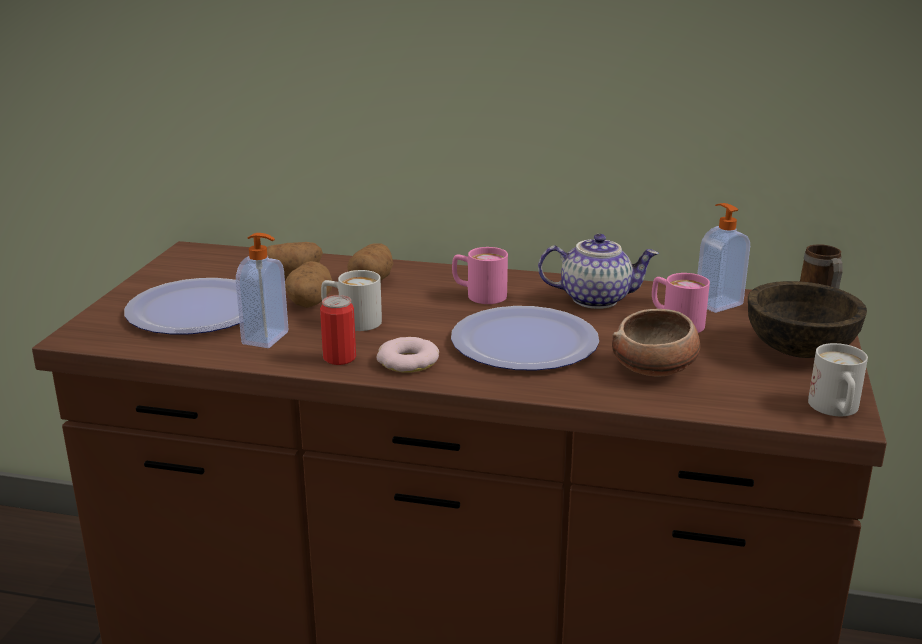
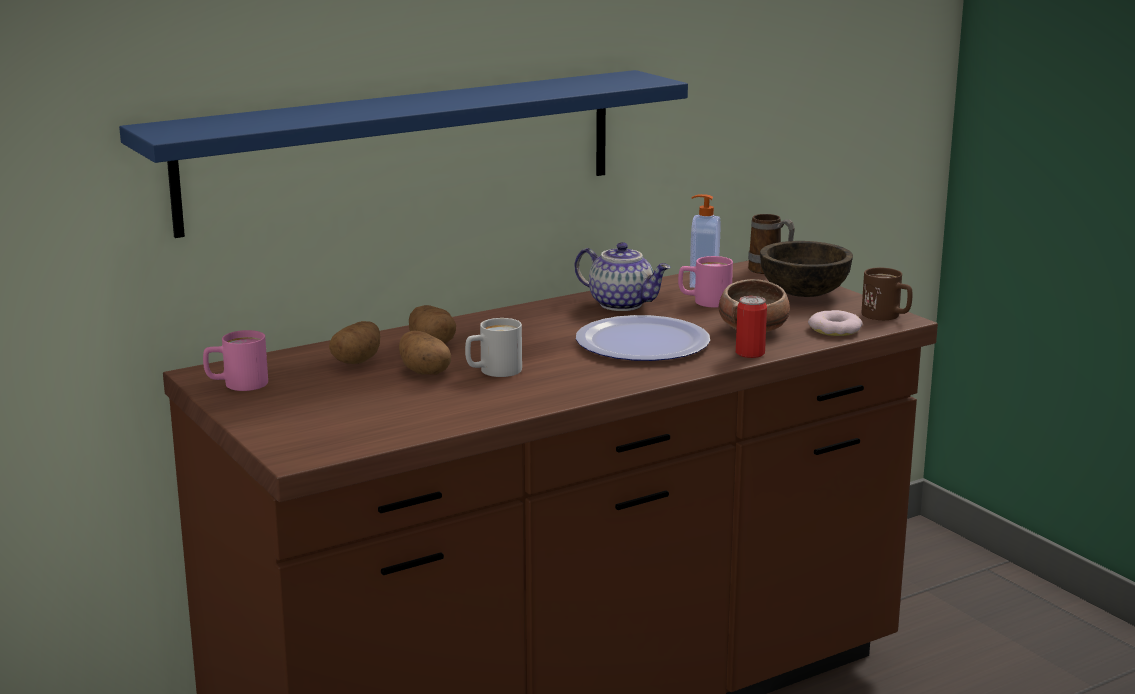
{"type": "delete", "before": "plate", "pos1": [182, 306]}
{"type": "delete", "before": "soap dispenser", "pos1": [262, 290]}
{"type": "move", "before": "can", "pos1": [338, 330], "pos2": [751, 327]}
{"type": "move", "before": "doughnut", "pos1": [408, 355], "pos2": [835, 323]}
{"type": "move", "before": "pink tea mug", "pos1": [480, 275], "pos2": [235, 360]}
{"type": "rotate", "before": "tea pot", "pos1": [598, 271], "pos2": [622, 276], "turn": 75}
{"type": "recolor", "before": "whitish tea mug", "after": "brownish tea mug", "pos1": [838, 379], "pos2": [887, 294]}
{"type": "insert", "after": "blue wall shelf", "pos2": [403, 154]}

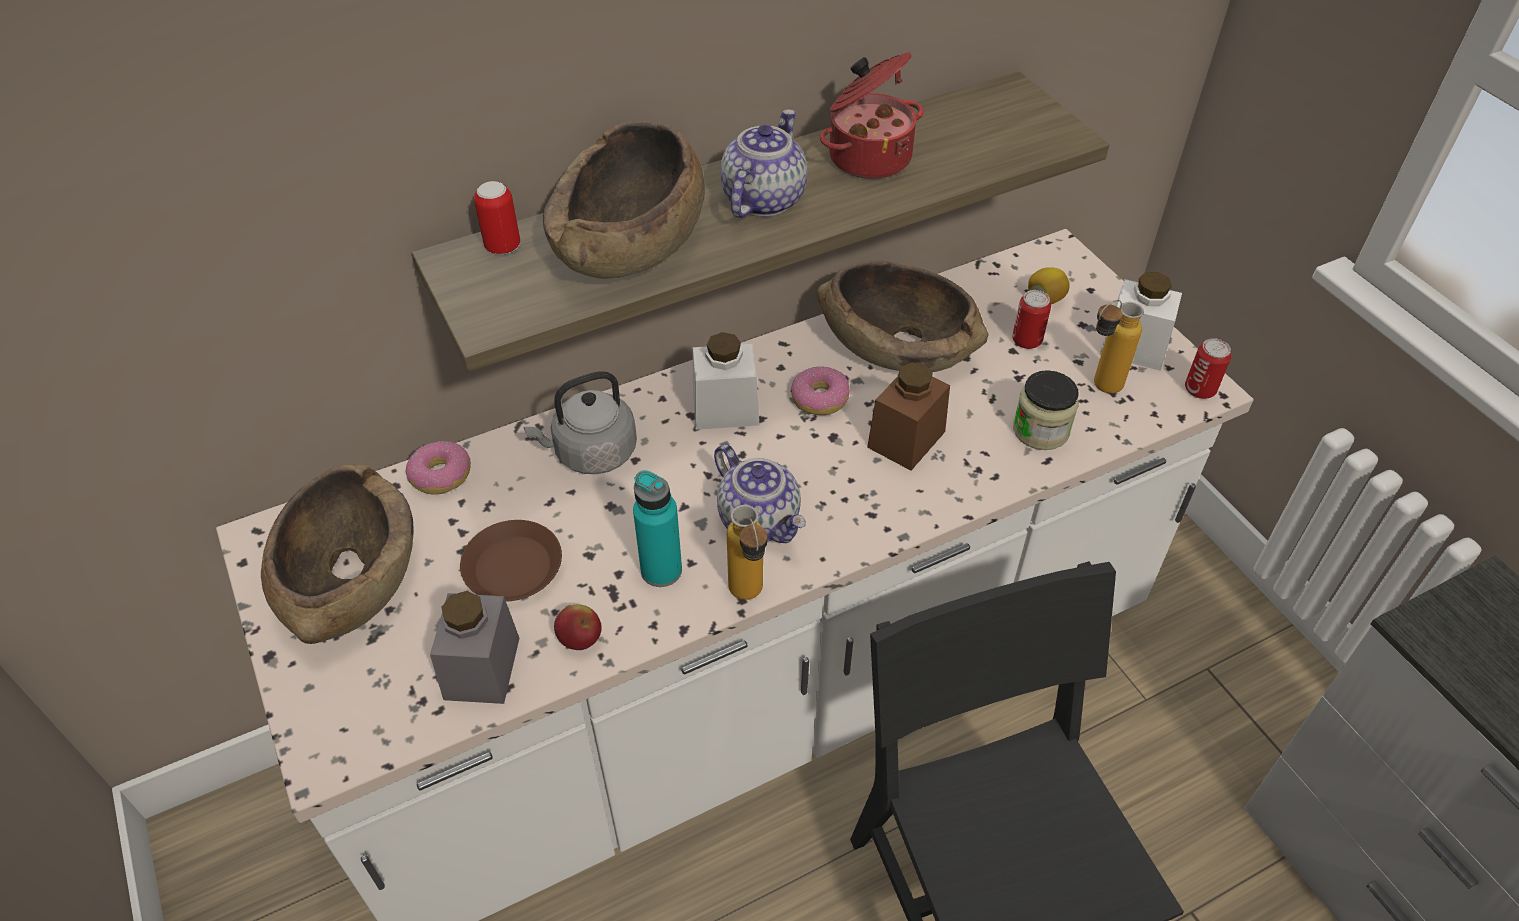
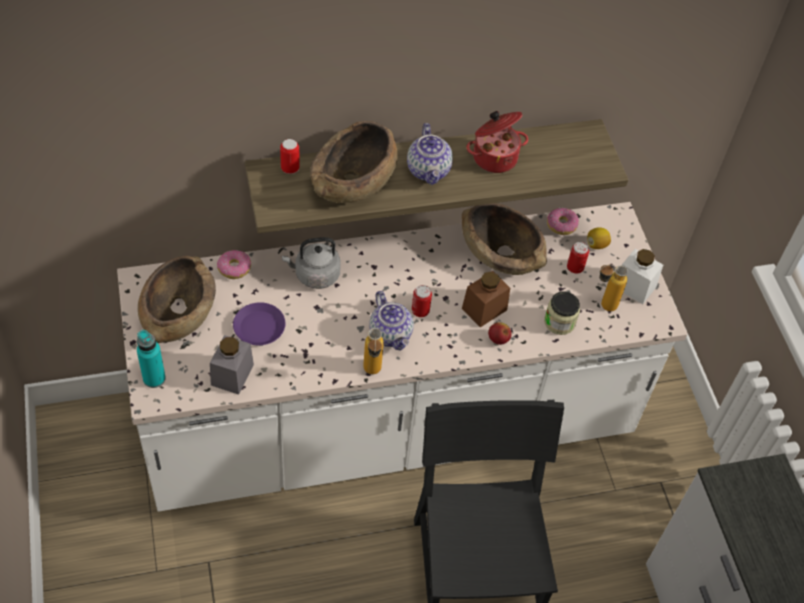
{"type": "recolor", "before": "brownish plate", "after": "purple plate", "pos1": [511, 561], "pos2": [259, 323]}
{"type": "move", "before": "apple fruit", "pos1": [578, 627], "pos2": [499, 333]}
{"type": "move", "before": "turquoise-coloured drink bottle", "pos1": [657, 528], "pos2": [151, 359]}
{"type": "delete", "before": "whitish storage jar", "pos1": [726, 381]}
{"type": "rotate", "before": "tea pot", "pos1": [763, 163], "pos2": [430, 154], "turn": 135}
{"type": "move", "before": "doughnut", "pos1": [820, 390], "pos2": [563, 221]}
{"type": "move", "before": "can", "pos1": [1208, 368], "pos2": [422, 301]}

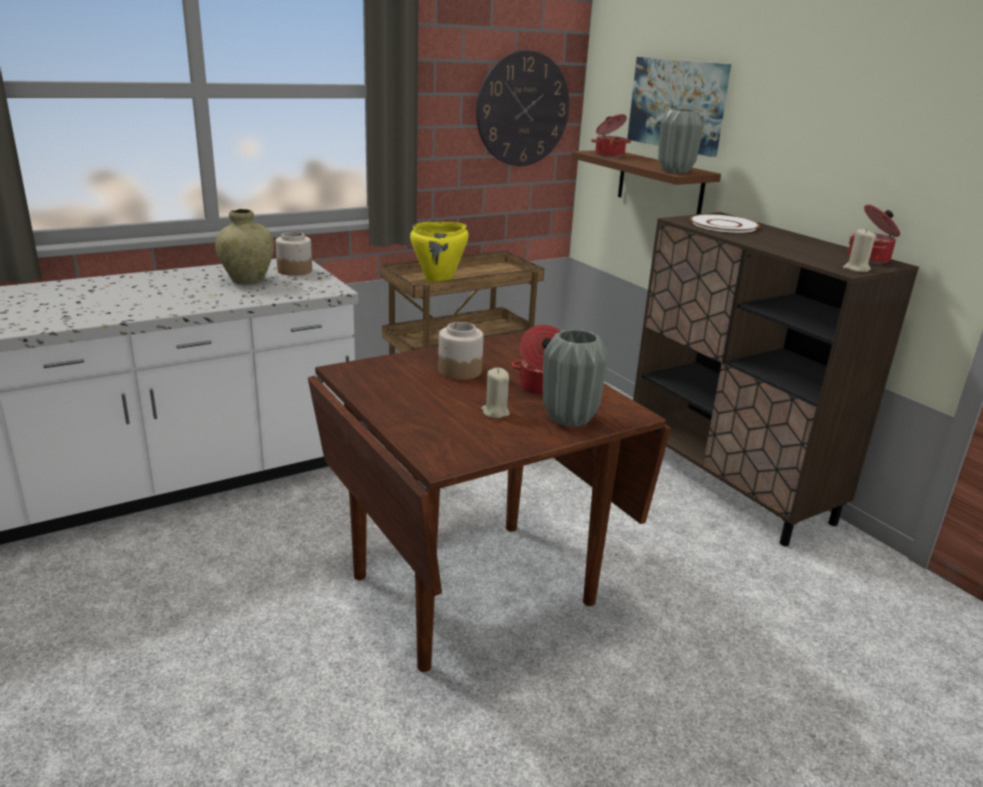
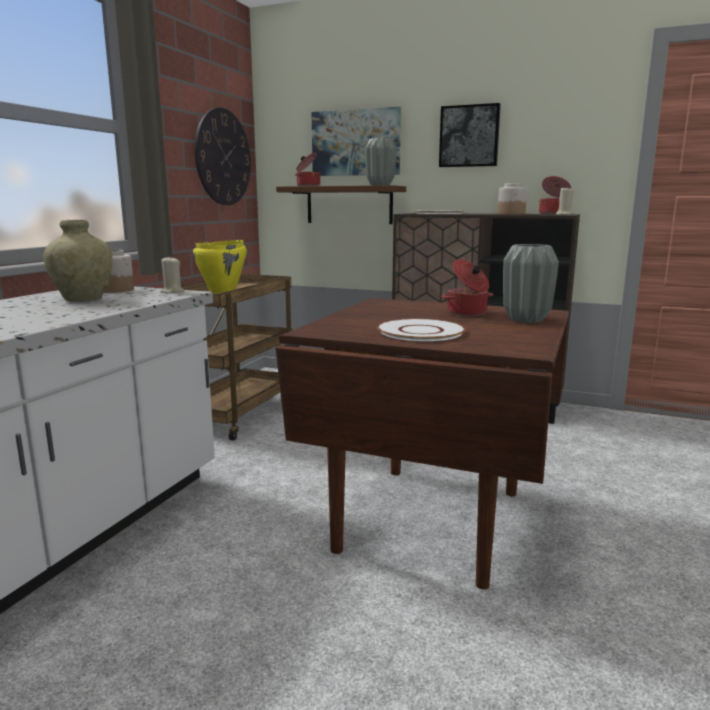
{"type": "move", "before": "storage jar", "pos1": [460, 351], "pos2": [512, 199]}
{"type": "move", "before": "beige-coloured wax candle", "pos1": [495, 393], "pos2": [172, 275]}
{"type": "insert", "after": "whitish plate", "pos2": [421, 330]}
{"type": "insert", "after": "wall art", "pos2": [470, 135]}

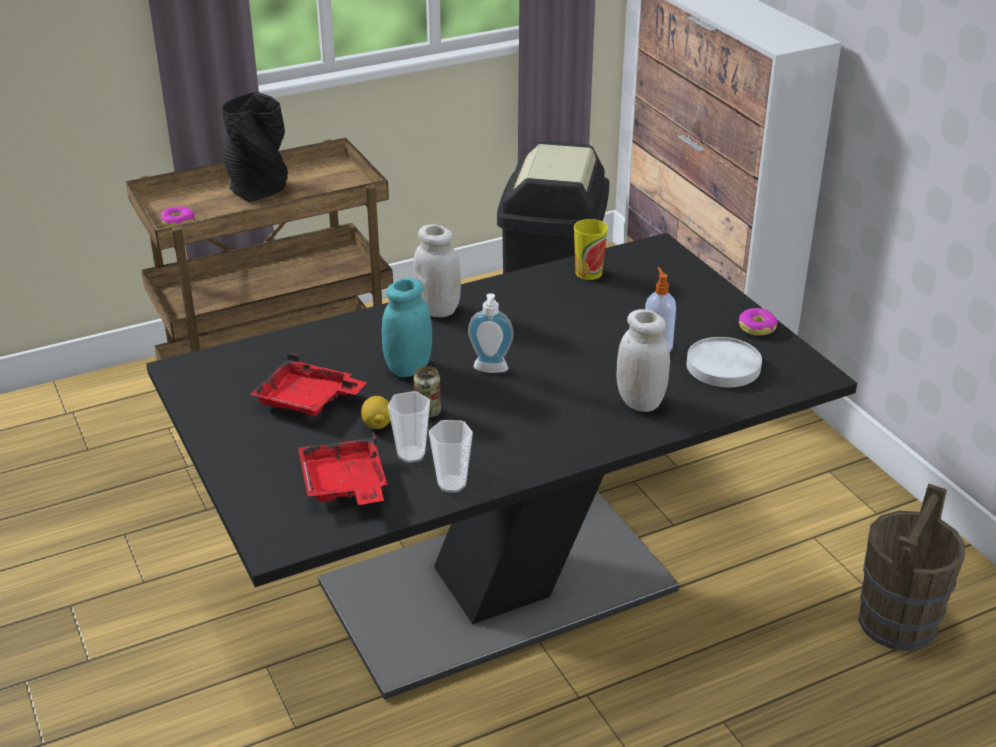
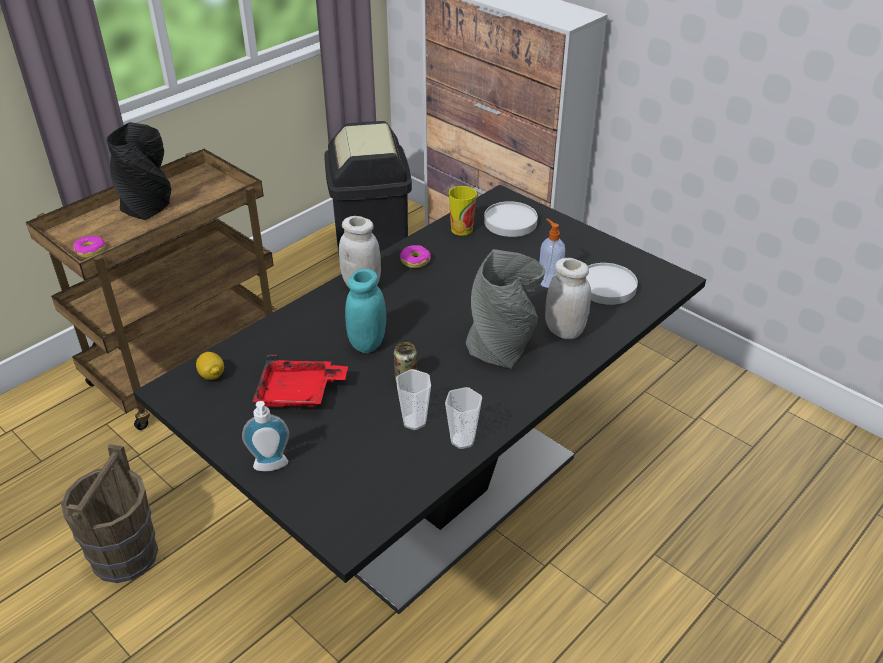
{"type": "delete", "before": "red carrying tray", "pos1": [342, 468]}
{"type": "move", "before": "whole lemon", "pos1": [376, 412], "pos2": [210, 366]}
{"type": "move", "before": "soap dispenser", "pos1": [491, 333], "pos2": [265, 436]}
{"type": "move", "before": "doughnut", "pos1": [758, 322], "pos2": [415, 256]}
{"type": "move", "before": "brownish bucket", "pos1": [912, 567], "pos2": [109, 513]}
{"type": "insert", "after": "gray flower vase", "pos2": [505, 309]}
{"type": "insert", "after": "whitish plate", "pos2": [511, 219]}

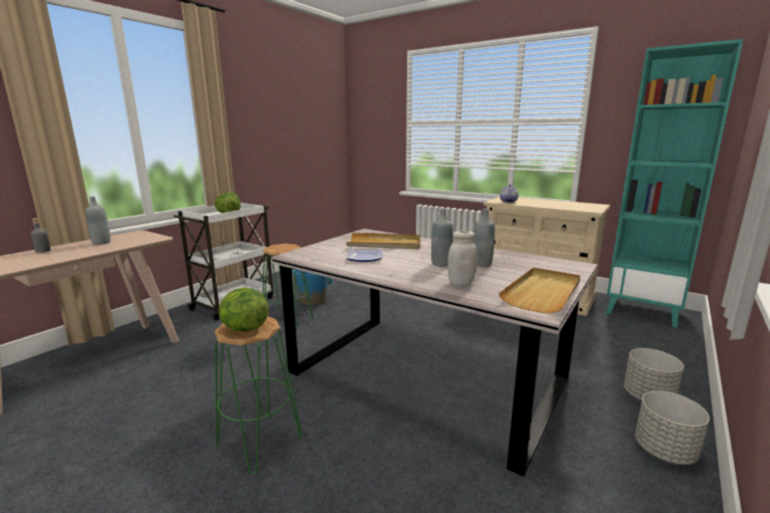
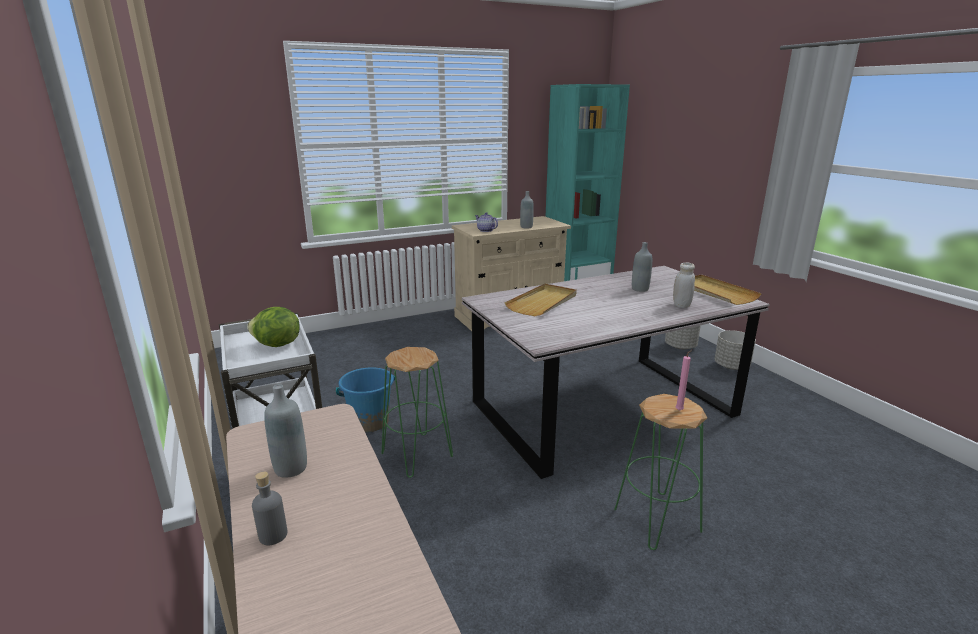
{"type": "replace", "before": "head of lettuce", "after": "pink wax candle", "pos1": [244, 309], "pos2": [683, 380]}
{"type": "delete", "before": "plate", "pos1": [364, 255]}
{"type": "move", "before": "gray drink bottle", "pos1": [442, 238], "pos2": [527, 210]}

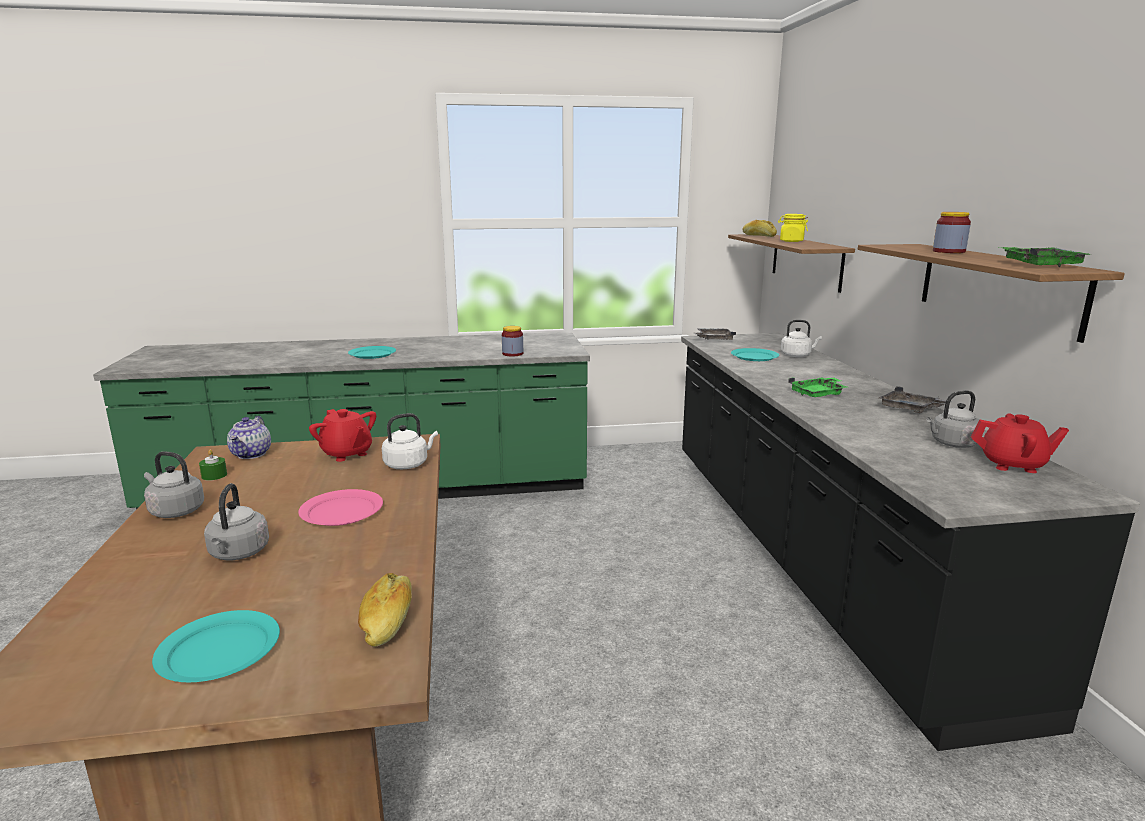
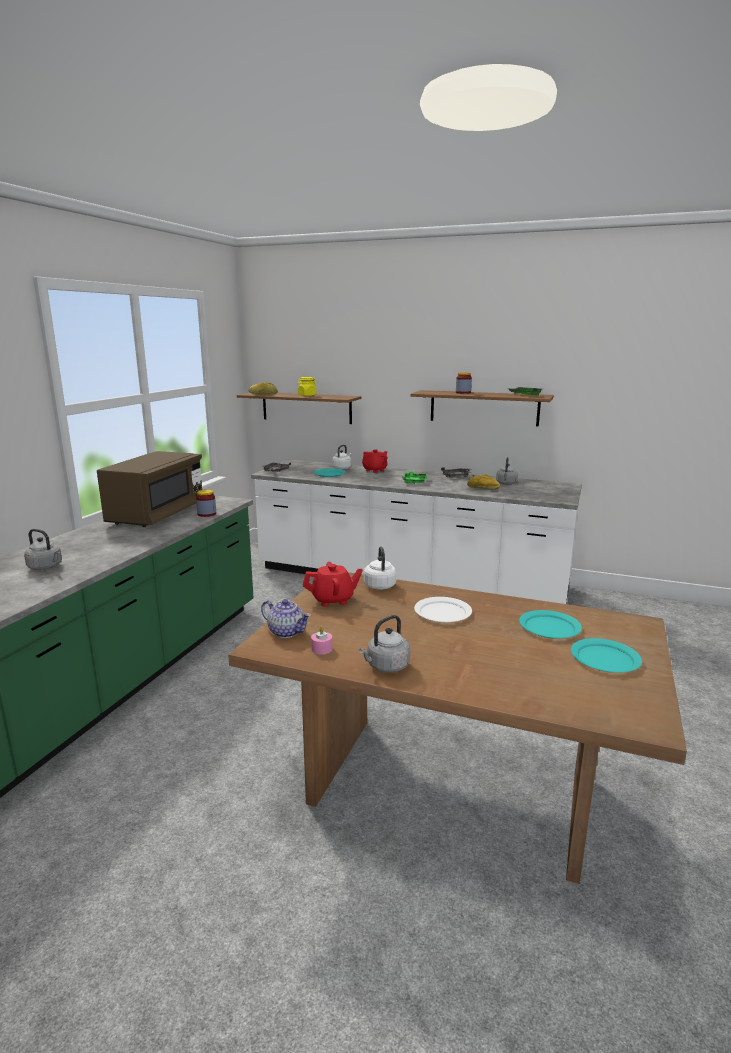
{"type": "recolor", "before": "green wax candle", "after": "pink wax candle", "pos1": [213, 465], "pos2": [321, 640]}
{"type": "move", "before": "gray tea kettle", "pos1": [236, 521], "pos2": [43, 549]}
{"type": "recolor", "before": "pink plate", "after": "whitish plate", "pos1": [340, 507], "pos2": [443, 610]}
{"type": "move", "before": "turquoise-coloured plate", "pos1": [372, 352], "pos2": [550, 624]}
{"type": "move", "before": "bread", "pos1": [385, 610], "pos2": [483, 482]}
{"type": "recolor", "before": "black kitchen counter", "after": "whitish kitchen counter", "pos1": [910, 542], "pos2": [416, 531]}
{"type": "move", "before": "red tea pot", "pos1": [1020, 443], "pos2": [374, 461]}
{"type": "insert", "after": "brownish microwave", "pos2": [149, 489]}

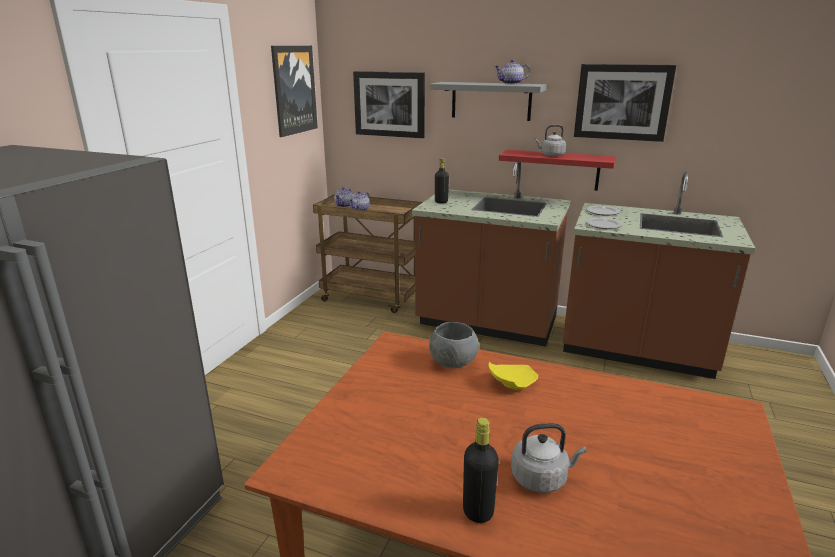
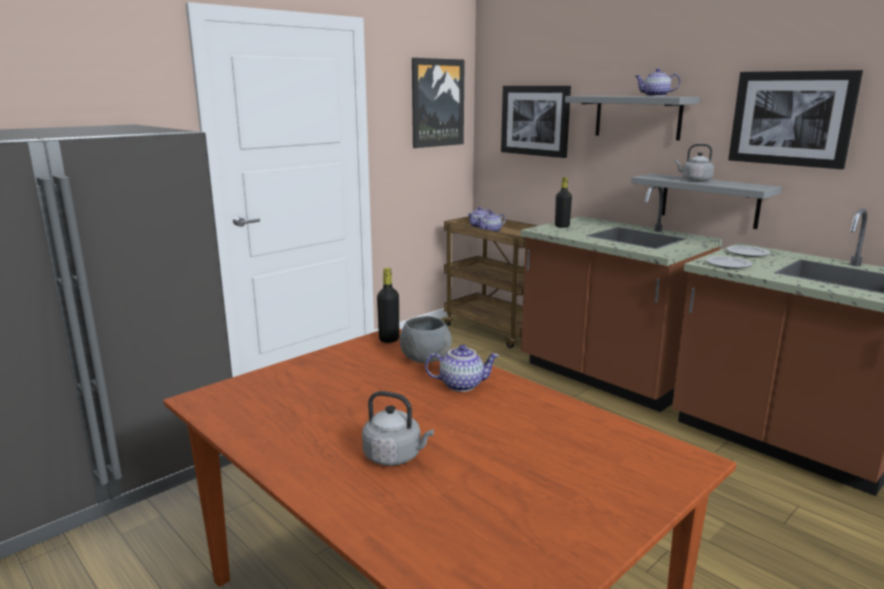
{"type": "move", "before": "black drink bottle", "pos1": [481, 470], "pos2": [388, 305]}
{"type": "replace", "before": "yellowish plate", "after": "tea pot", "pos1": [513, 375], "pos2": [462, 368]}
{"type": "recolor", "before": "red wall shelf", "after": "gray wall shelf", "pos1": [557, 170], "pos2": [706, 201]}

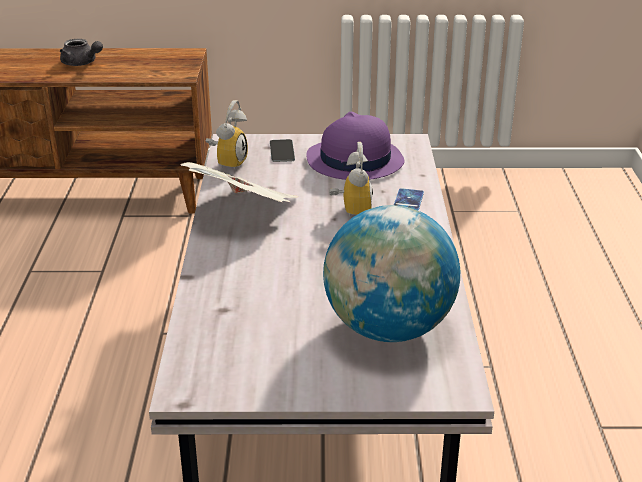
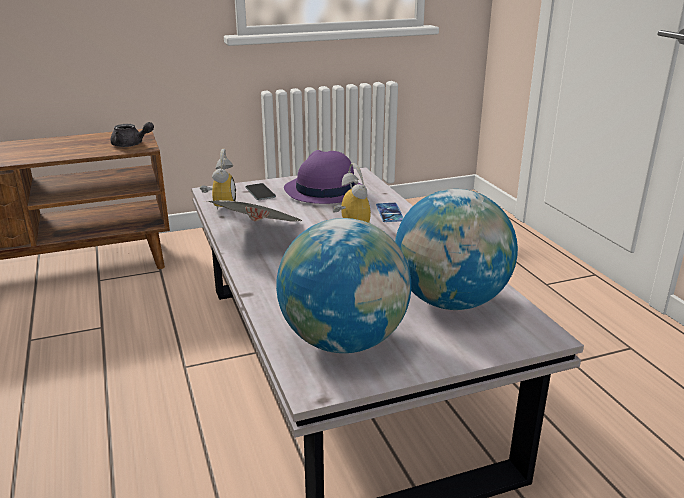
{"type": "move", "before": "gray tea pot", "pos1": [81, 52], "pos2": [132, 134]}
{"type": "insert", "after": "globe", "pos2": [343, 285]}

